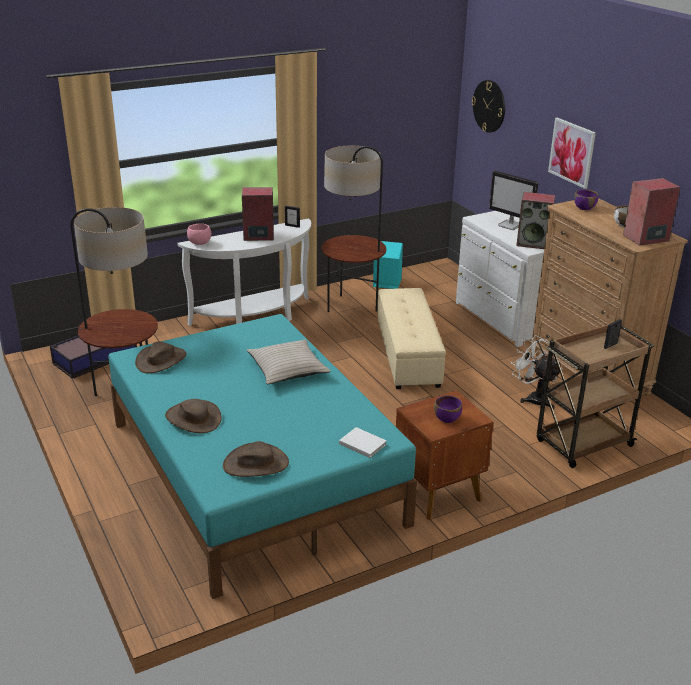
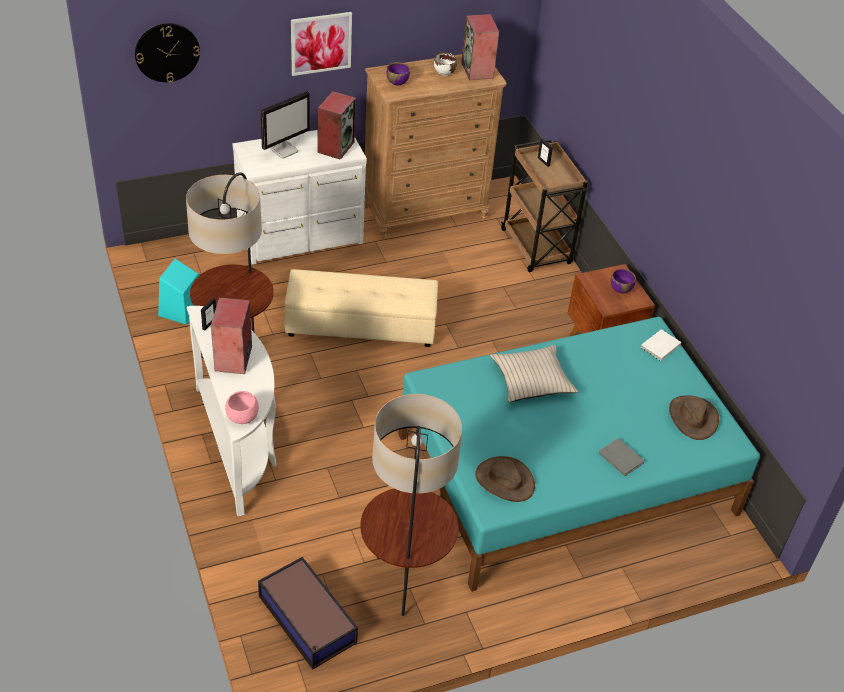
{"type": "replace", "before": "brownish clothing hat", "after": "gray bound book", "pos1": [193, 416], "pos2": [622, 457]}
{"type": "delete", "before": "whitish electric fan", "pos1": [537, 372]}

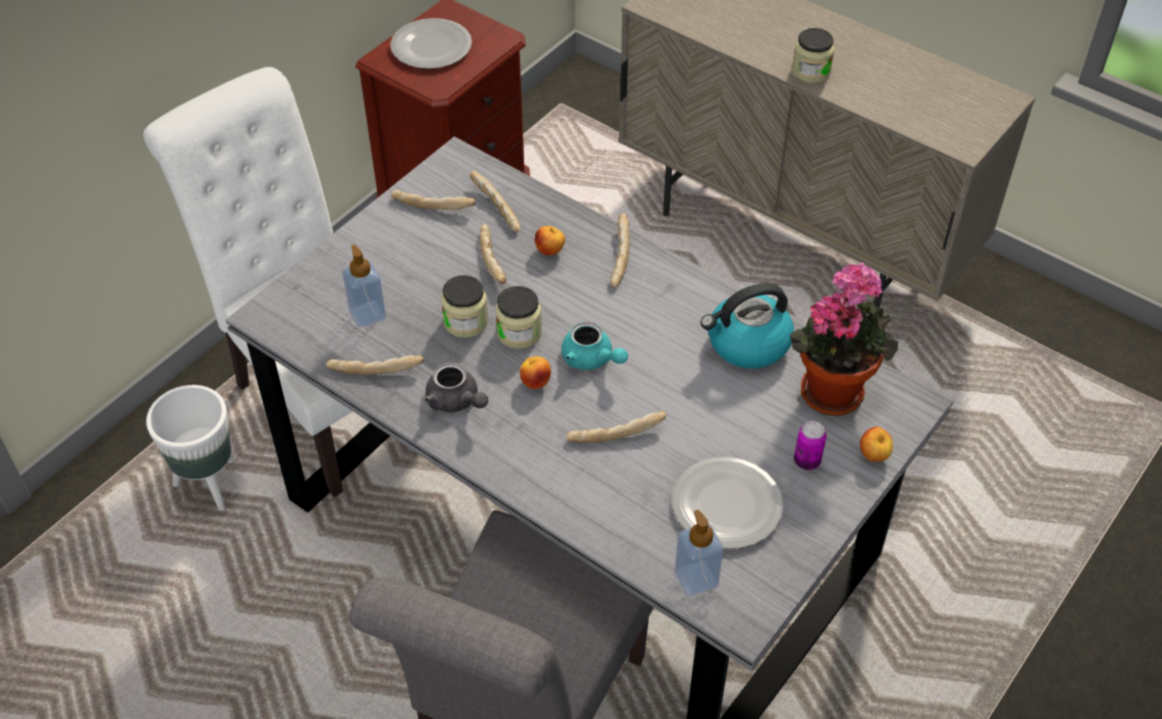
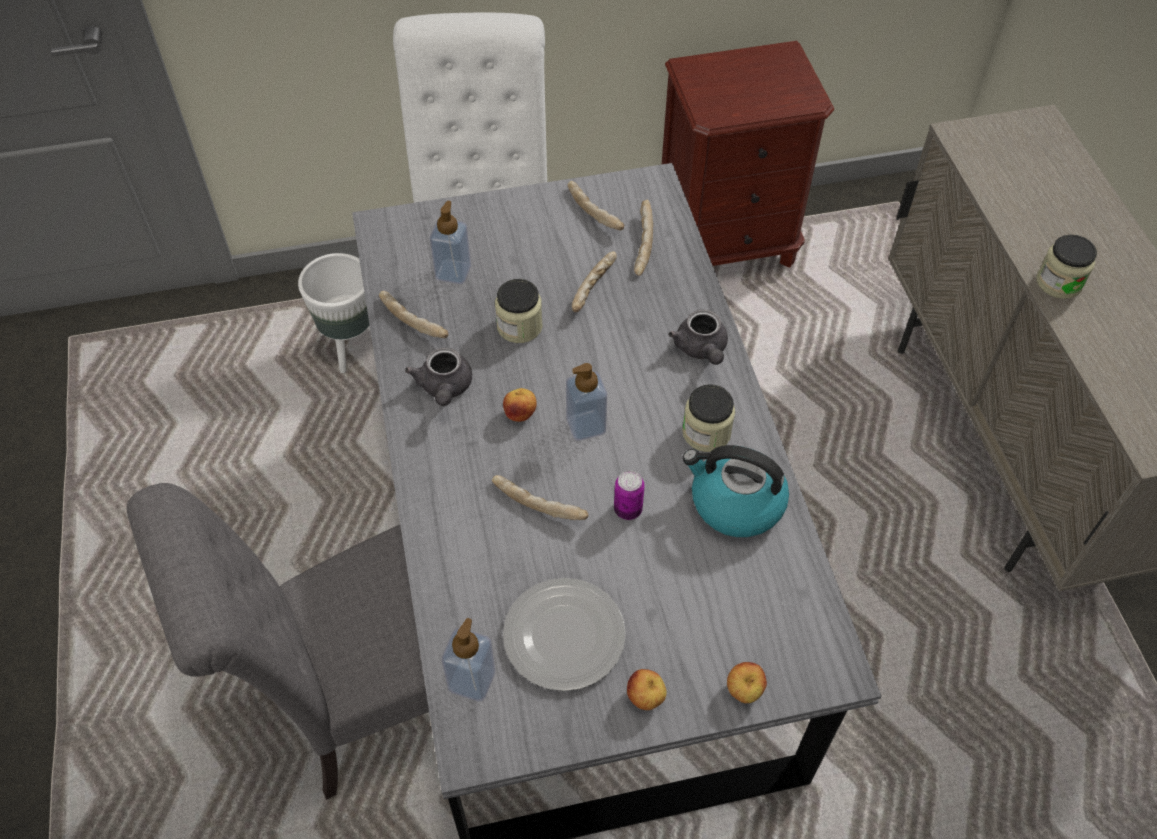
{"type": "delete", "before": "plate", "pos1": [431, 43]}
{"type": "move", "before": "storage jar", "pos1": [518, 317], "pos2": [708, 418]}
{"type": "move", "before": "apple fruit", "pos1": [550, 241], "pos2": [647, 689]}
{"type": "replace", "before": "turquoise-coloured tea pot", "after": "soap dispenser", "pos1": [594, 345], "pos2": [586, 402]}
{"type": "replace", "before": "bread", "after": "gray tea pot", "pos1": [620, 250], "pos2": [698, 337]}
{"type": "delete", "before": "houseplant", "pos1": [844, 339]}
{"type": "move", "before": "can", "pos1": [810, 445], "pos2": [629, 495]}

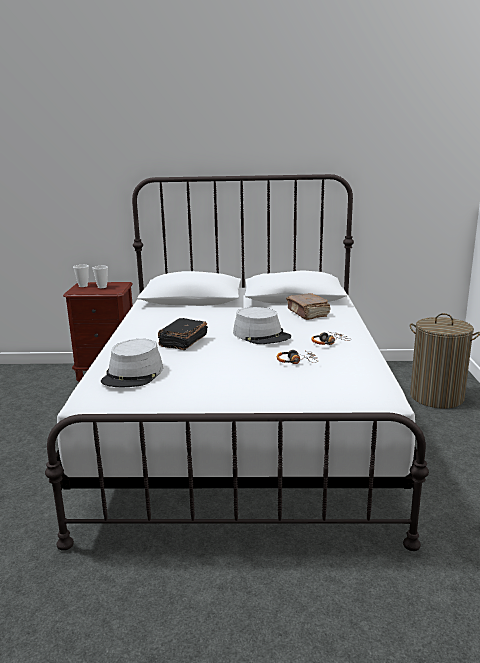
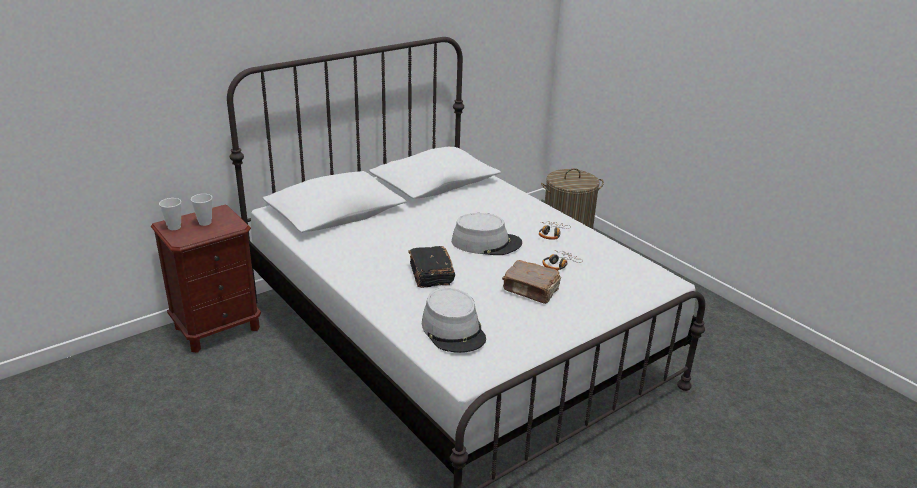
{"type": "move", "before": "brownish bound book", "pos1": [308, 306], "pos2": [531, 282]}

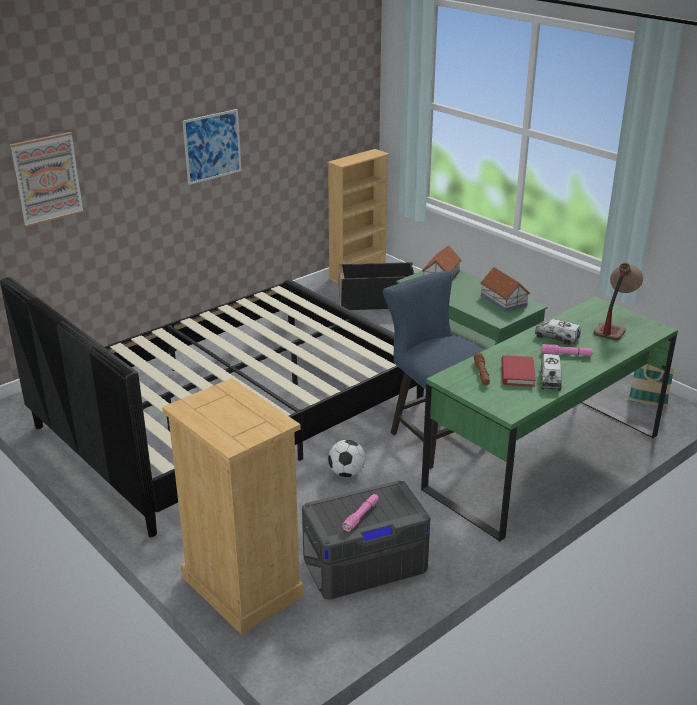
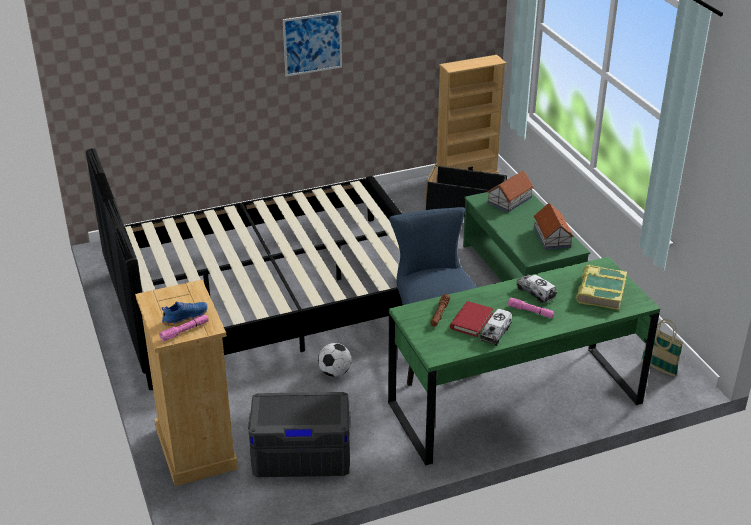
{"type": "delete", "before": "wall art", "pos1": [47, 179]}
{"type": "move", "before": "pink hand torch", "pos1": [360, 512], "pos2": [184, 328]}
{"type": "replace", "before": "tabletop lamp", "after": "bound book", "pos1": [618, 301], "pos2": [601, 287]}
{"type": "insert", "after": "blue low shoe", "pos2": [185, 314]}

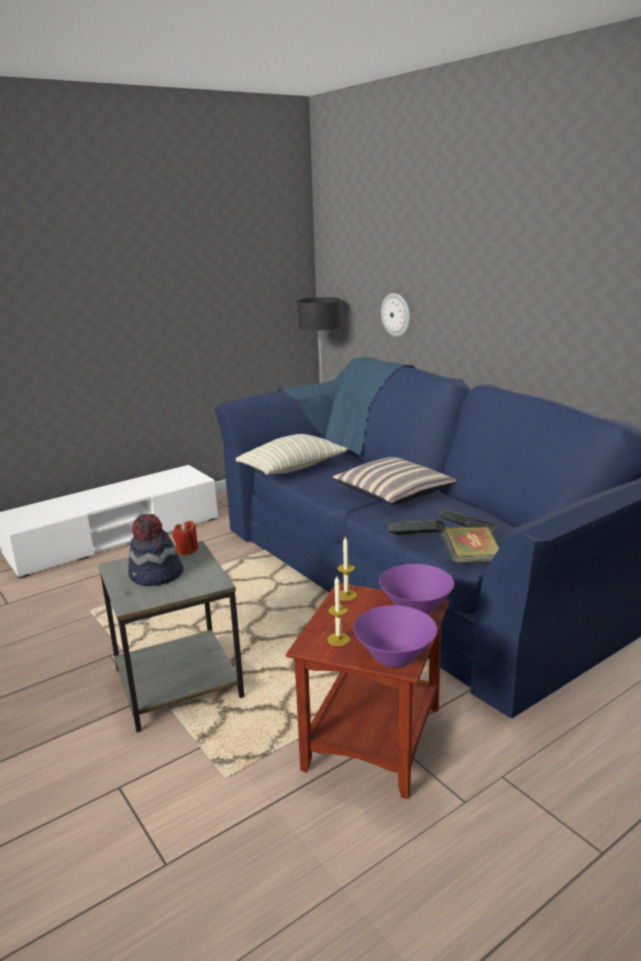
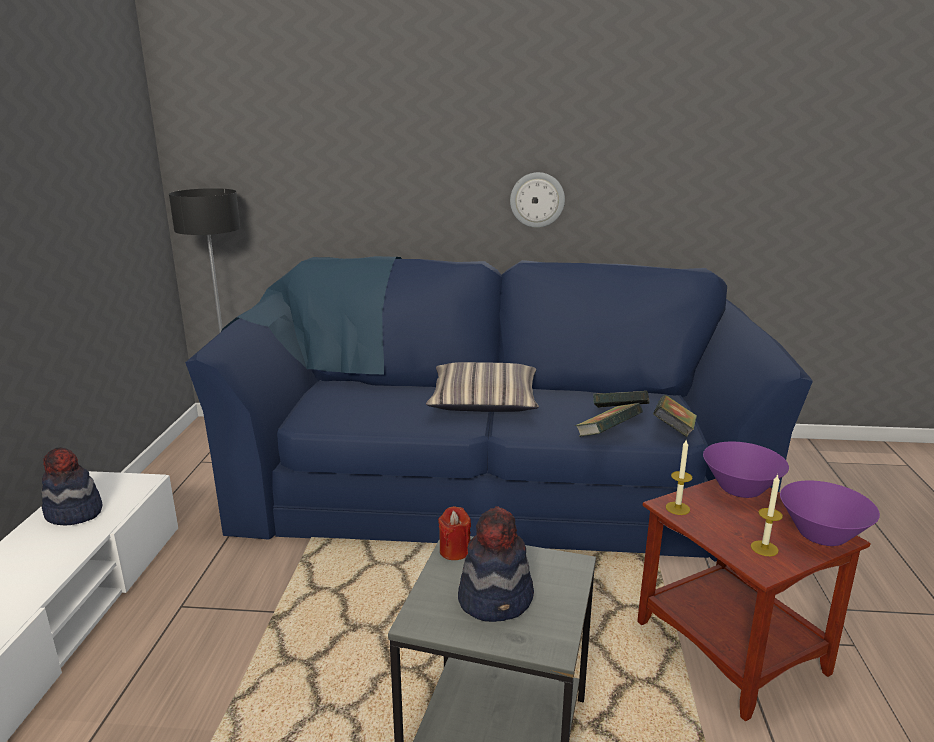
{"type": "delete", "before": "cushion", "pos1": [292, 454]}
{"type": "move", "before": "wall clock", "pos1": [395, 315], "pos2": [537, 200]}
{"type": "insert", "after": "clothing hat", "pos2": [72, 486]}

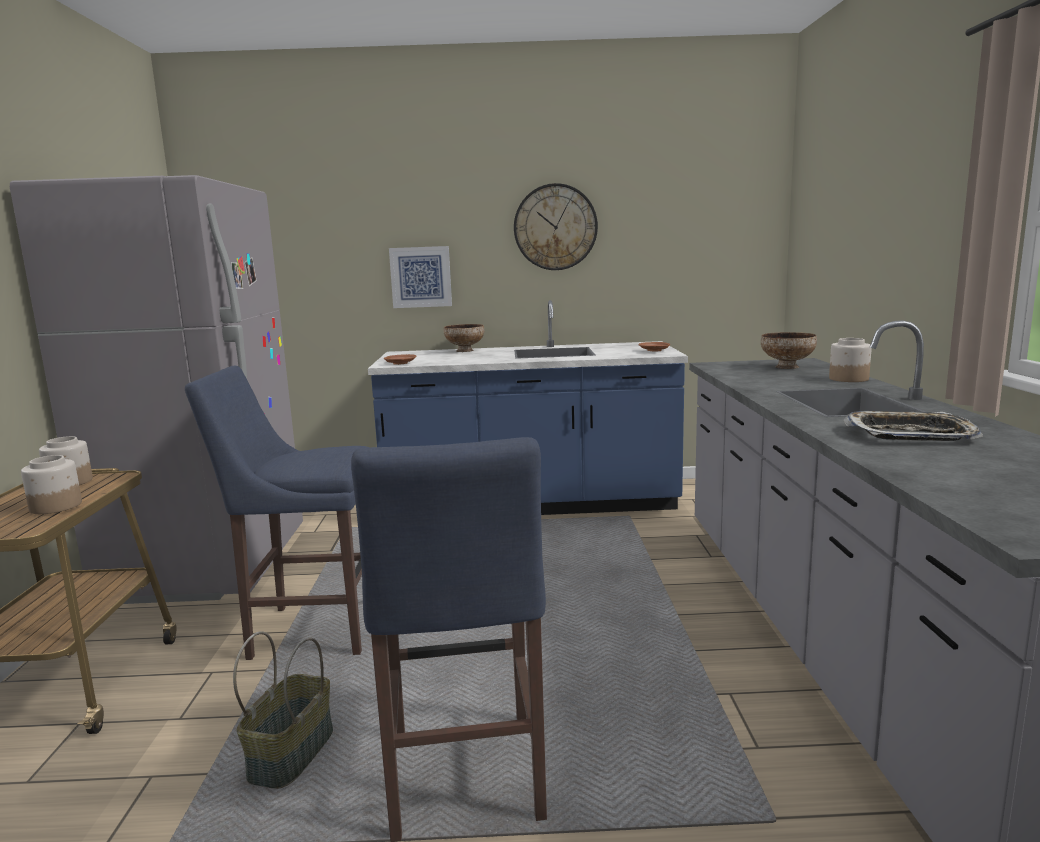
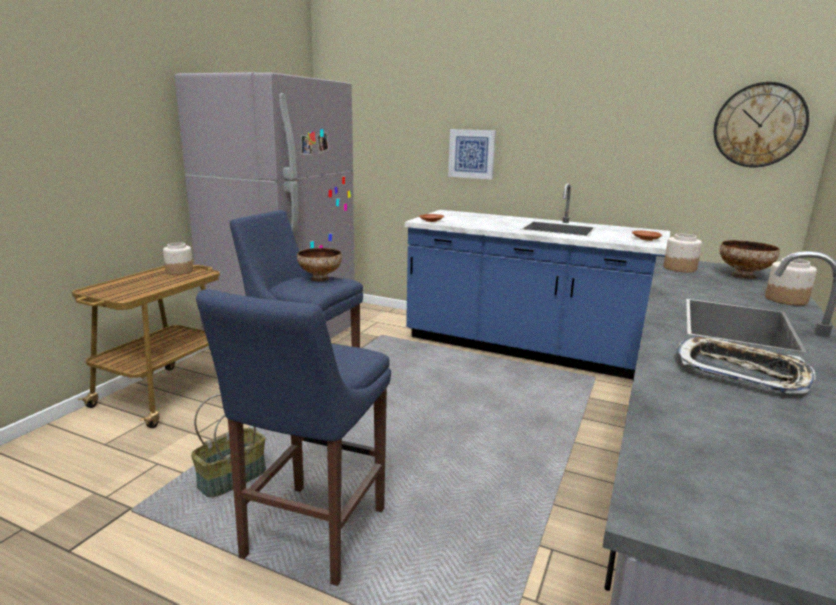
{"type": "move", "before": "storage jar", "pos1": [51, 484], "pos2": [683, 253]}
{"type": "move", "before": "serving bowl", "pos1": [464, 338], "pos2": [319, 264]}
{"type": "move", "before": "wall clock", "pos1": [556, 226], "pos2": [761, 124]}

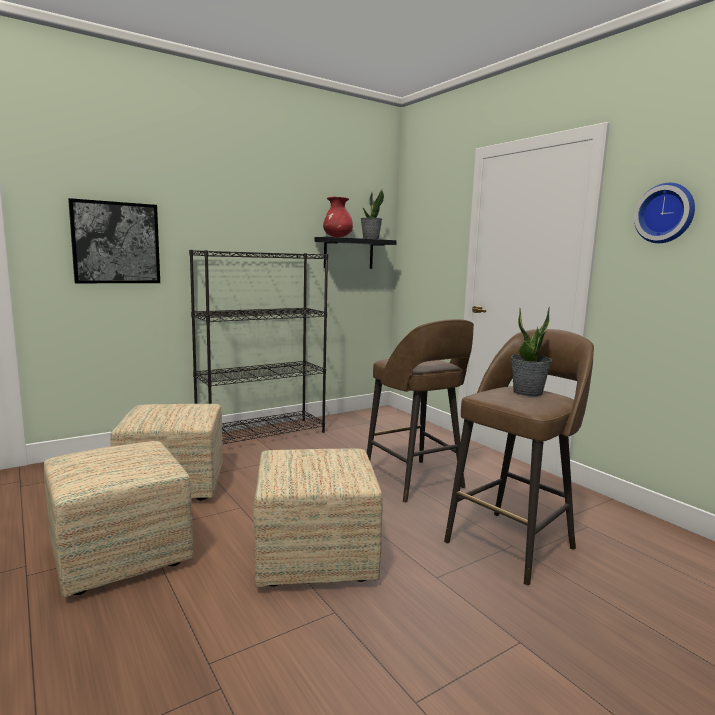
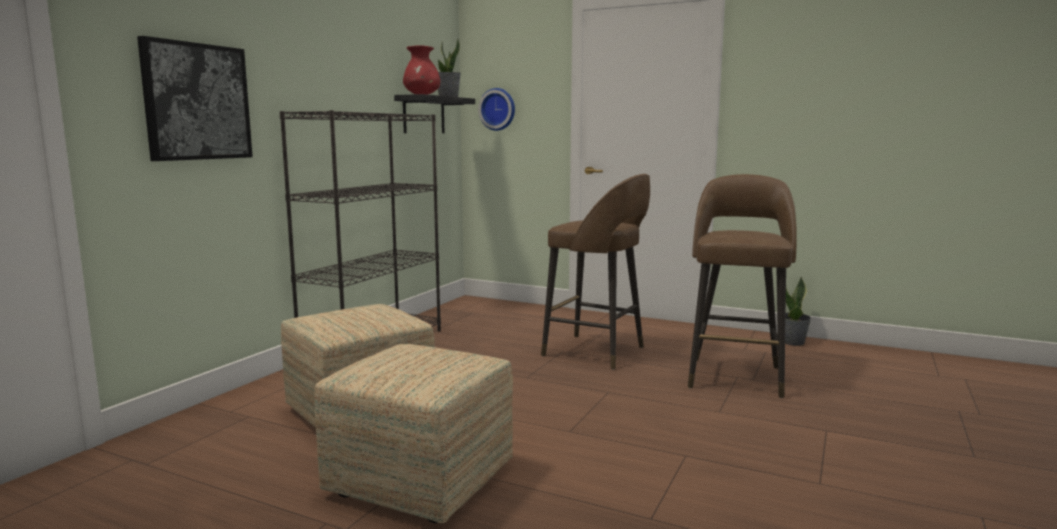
{"type": "delete", "before": "pouffe", "pos1": [318, 518]}
{"type": "move", "before": "houseplant", "pos1": [531, 351], "pos2": [798, 311]}
{"type": "move", "before": "wall clock", "pos1": [664, 213], "pos2": [496, 109]}

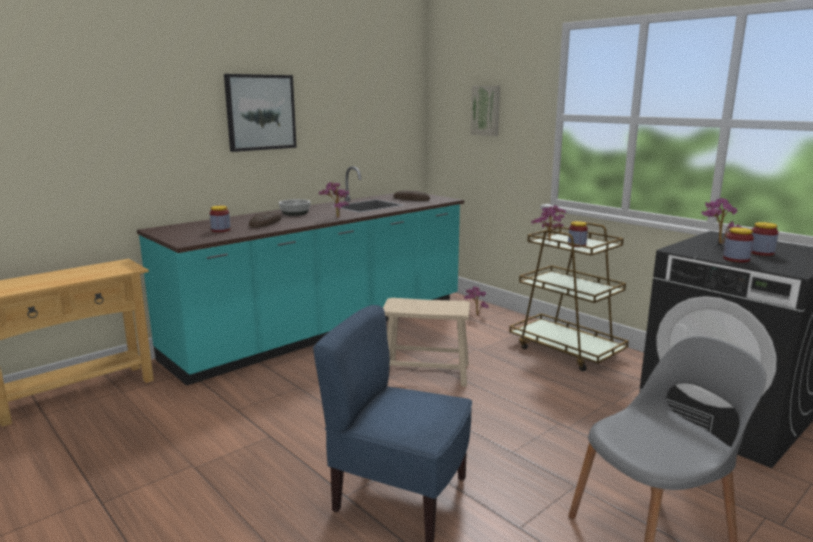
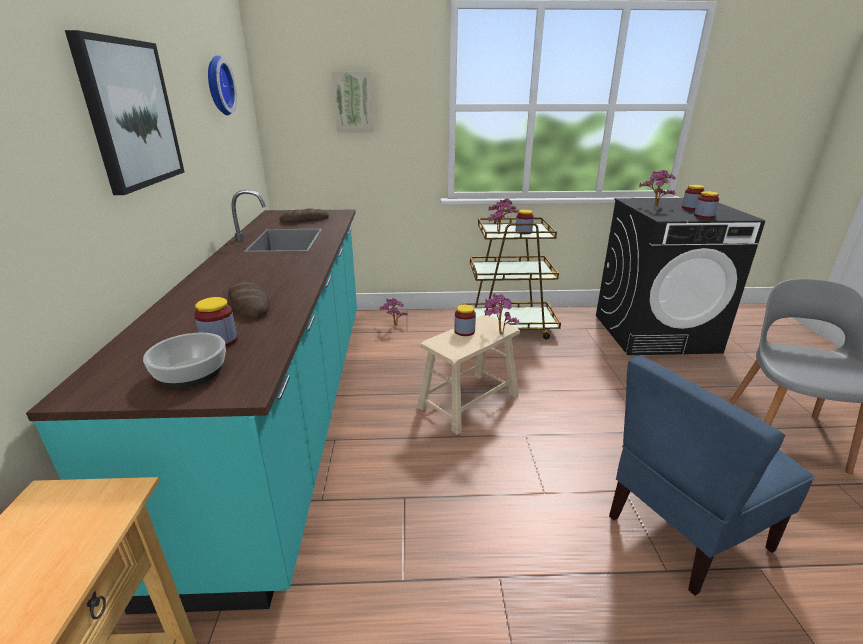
{"type": "move", "before": "serving bowl", "pos1": [295, 207], "pos2": [184, 360]}
{"type": "move", "before": "houseplant", "pos1": [334, 200], "pos2": [502, 314]}
{"type": "insert", "after": "wall clock", "pos2": [222, 85]}
{"type": "insert", "after": "storage jar", "pos2": [465, 320]}

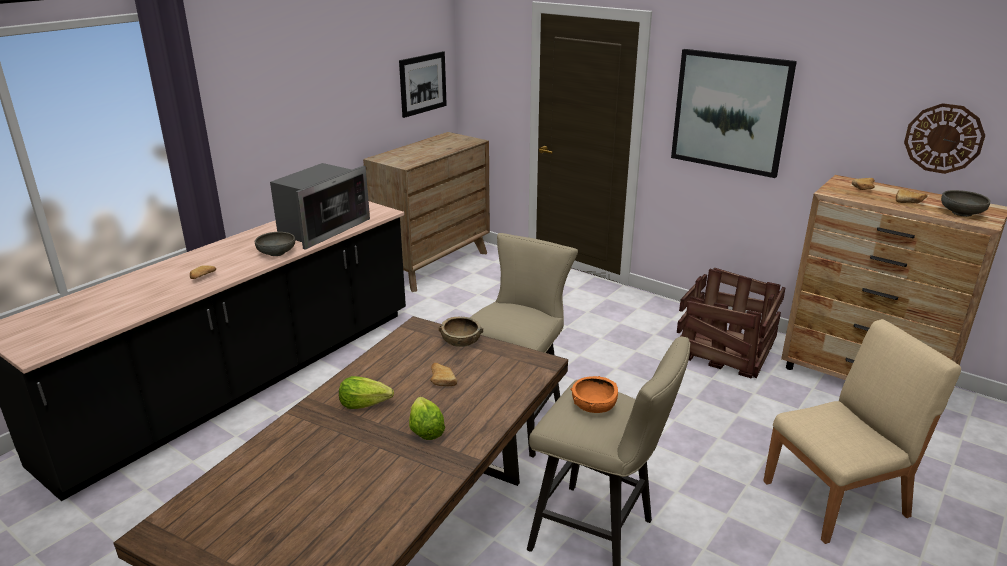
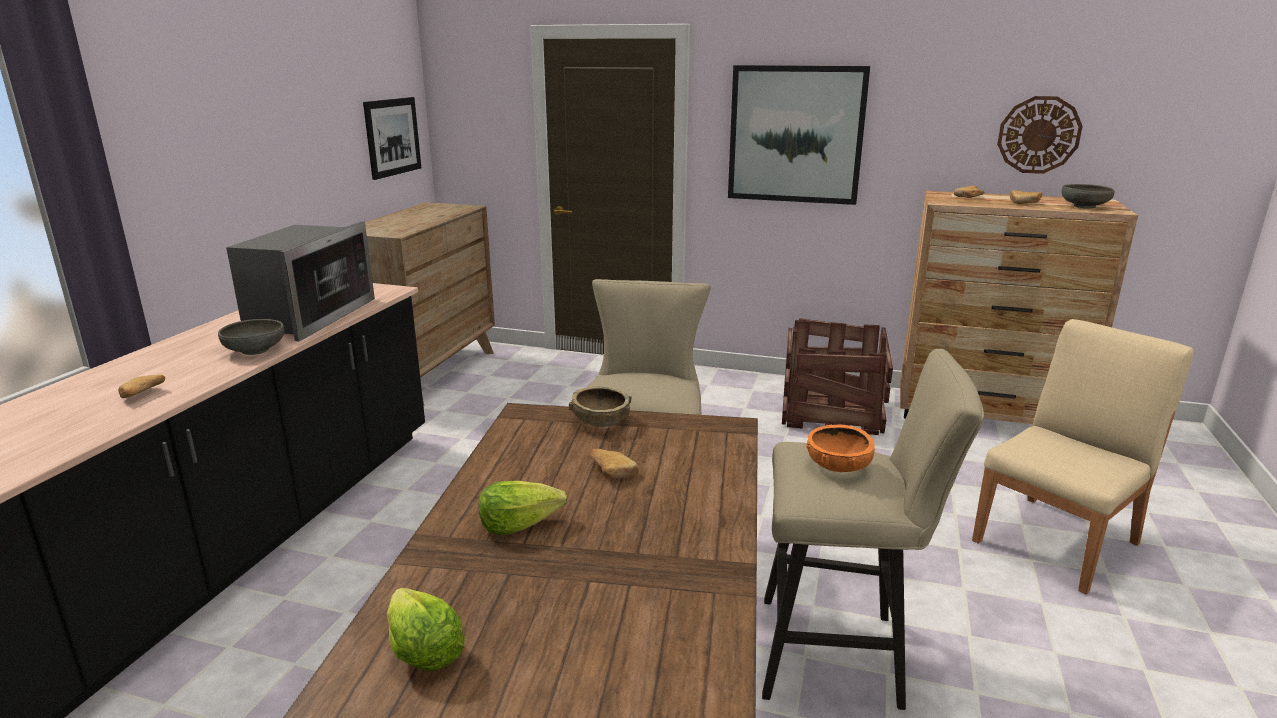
{"type": "move", "before": "head of lettuce", "pos1": [427, 418], "pos2": [426, 629]}

